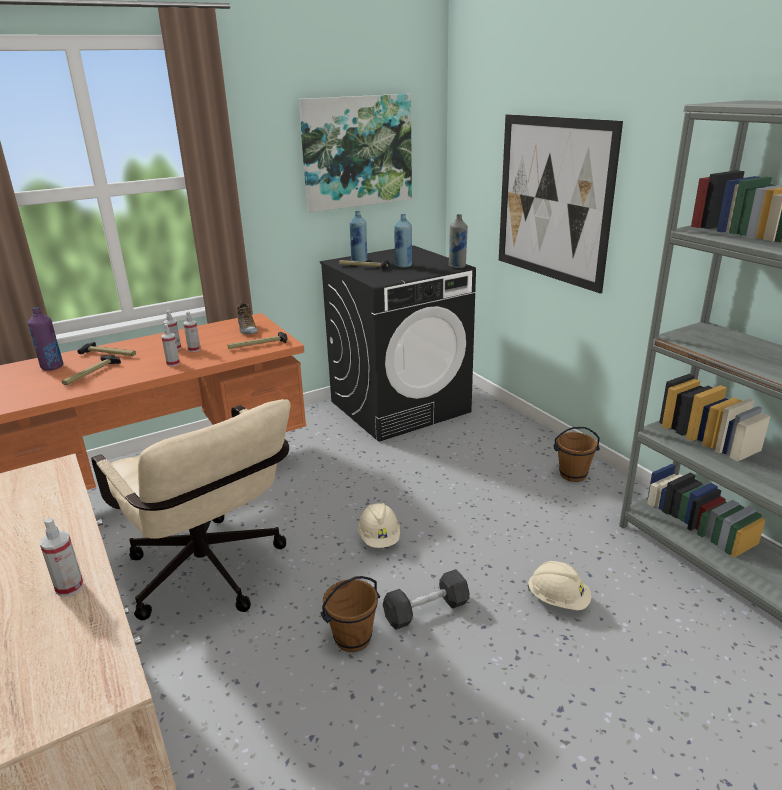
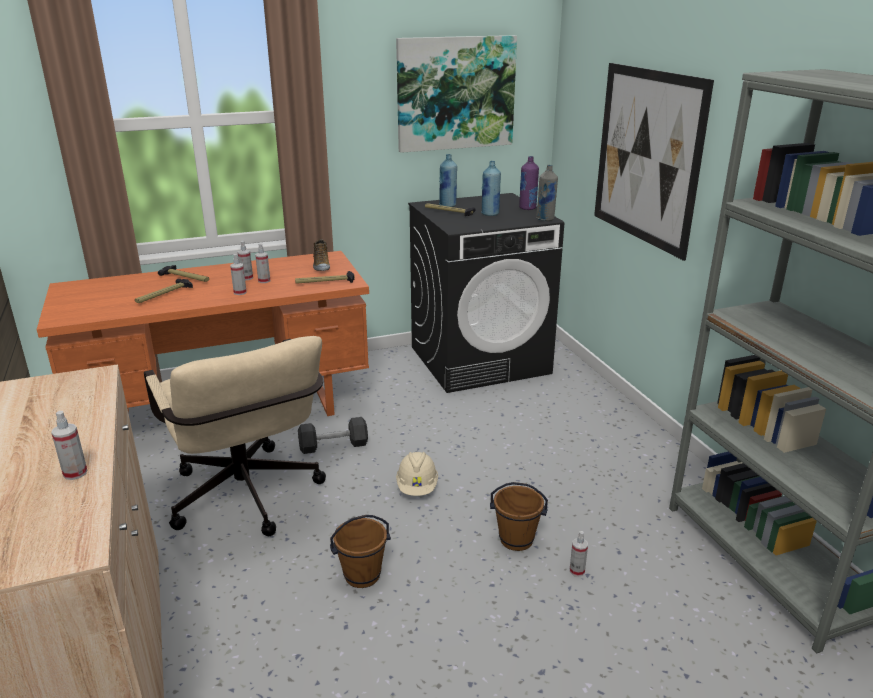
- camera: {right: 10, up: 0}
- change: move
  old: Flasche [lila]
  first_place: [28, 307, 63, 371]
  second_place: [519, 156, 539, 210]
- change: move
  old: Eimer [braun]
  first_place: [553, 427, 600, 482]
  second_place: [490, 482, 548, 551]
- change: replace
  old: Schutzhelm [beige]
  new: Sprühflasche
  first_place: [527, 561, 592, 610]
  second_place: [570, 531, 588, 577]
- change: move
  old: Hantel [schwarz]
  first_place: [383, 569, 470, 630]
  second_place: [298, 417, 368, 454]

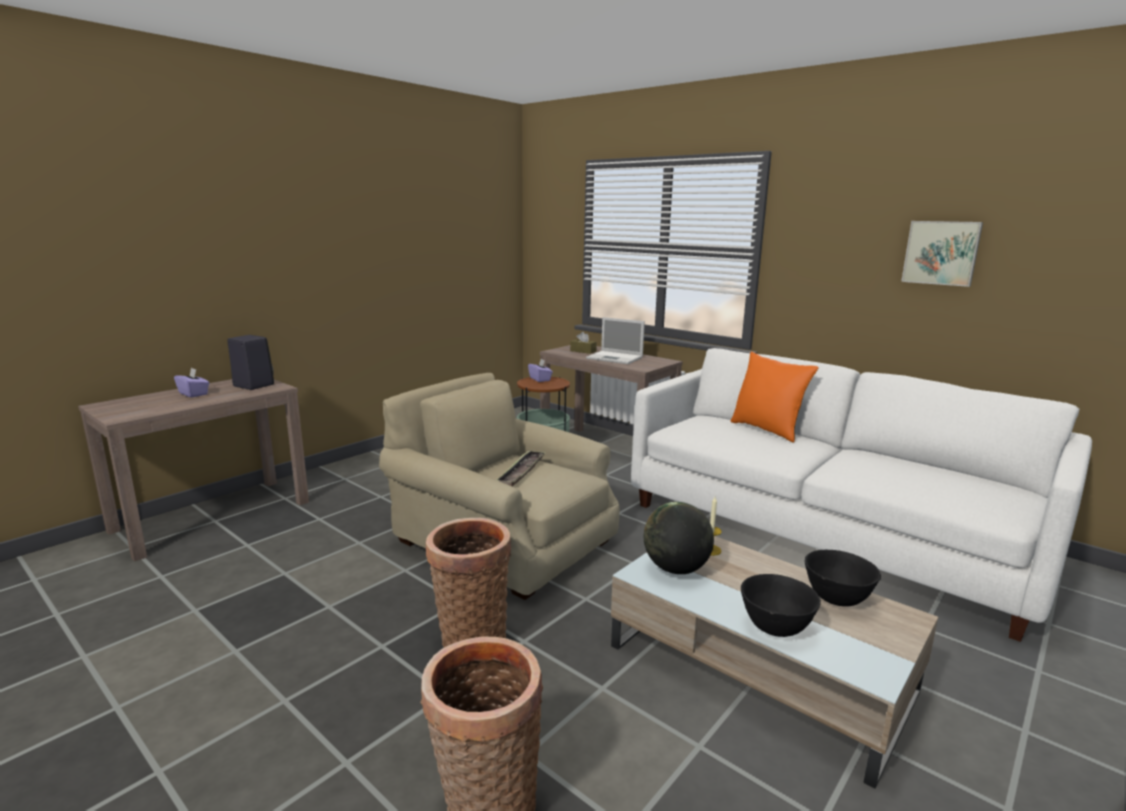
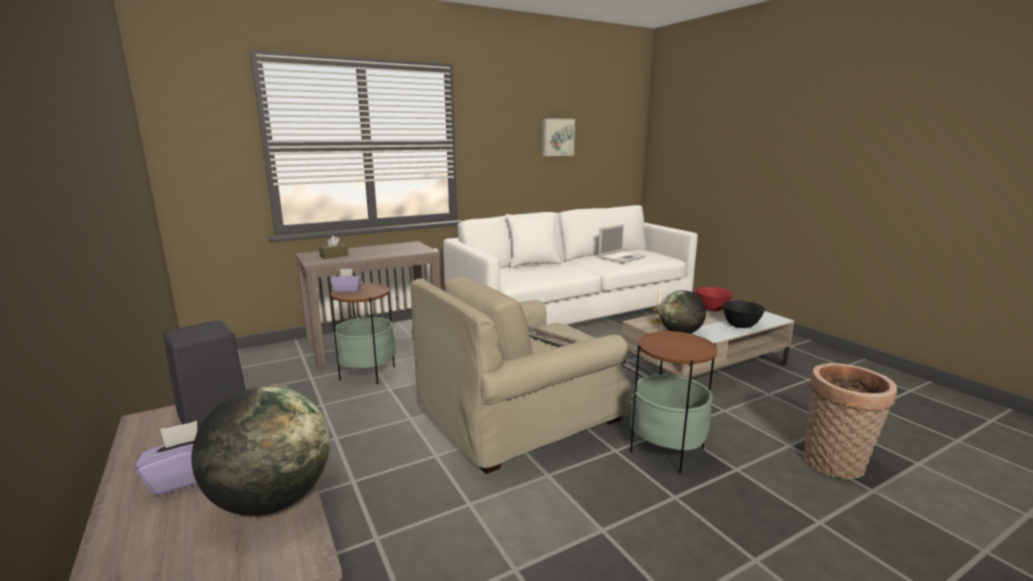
- camera: {right: -70, up: 0}
- change: move
  old: Laptop
  first_place: [586, 317, 645, 364]
  second_place: [598, 224, 645, 263]
- change: recolor
  old: Kissen [orange]
  new: Kissen [weiß]
  first_place: [730, 351, 818, 443]
  second_place: [506, 213, 562, 268]
- change: replace
  old: Korb
  new: Beistelltisch
  first_place: [426, 518, 511, 647]
  second_place: [630, 330, 718, 474]
- change: recolor
  old: Schüssel [schwarz]
  new: Schüssel [rot]
  first_place: [804, 550, 881, 607]
  second_place: [695, 287, 733, 311]
- change: insert
  new: Globus
  second_place: [191, 386, 330, 516]

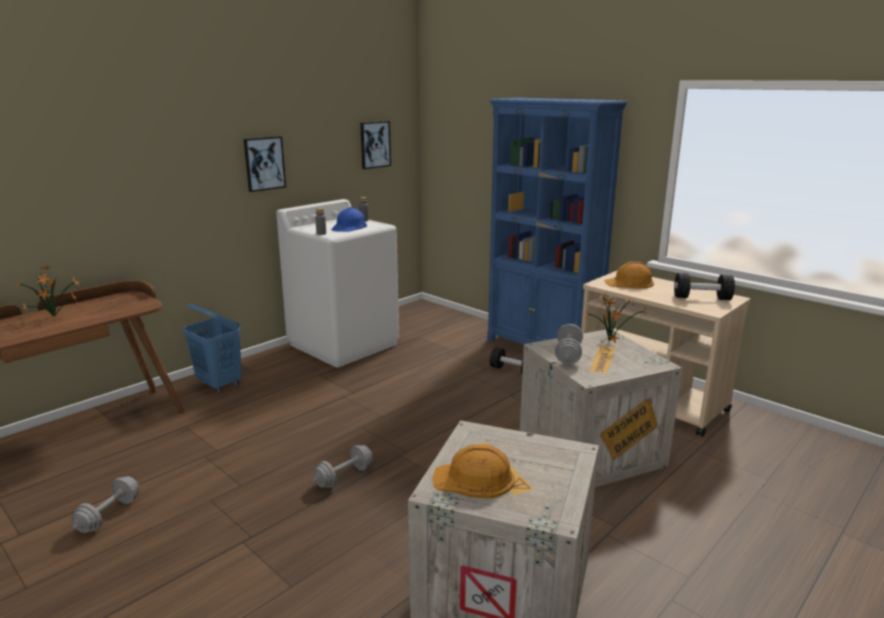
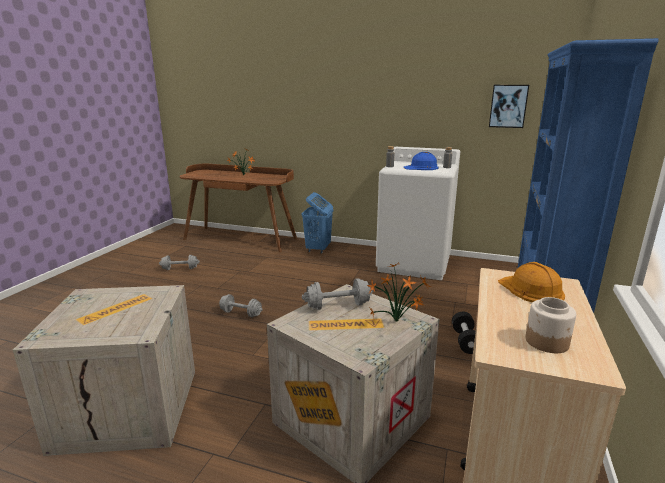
- camera: {right: 65, up: 0}
- change: delete
  old: Bild
  first_place: [244, 136, 286, 192]
- change: replace
  old: Hantel [schwarz]
  new: Vorratsglas
  first_place: [674, 273, 735, 300]
  second_place: [526, 297, 576, 353]
- change: delete
  old: Schutzhelm [orange]
  first_place: [432, 444, 515, 499]

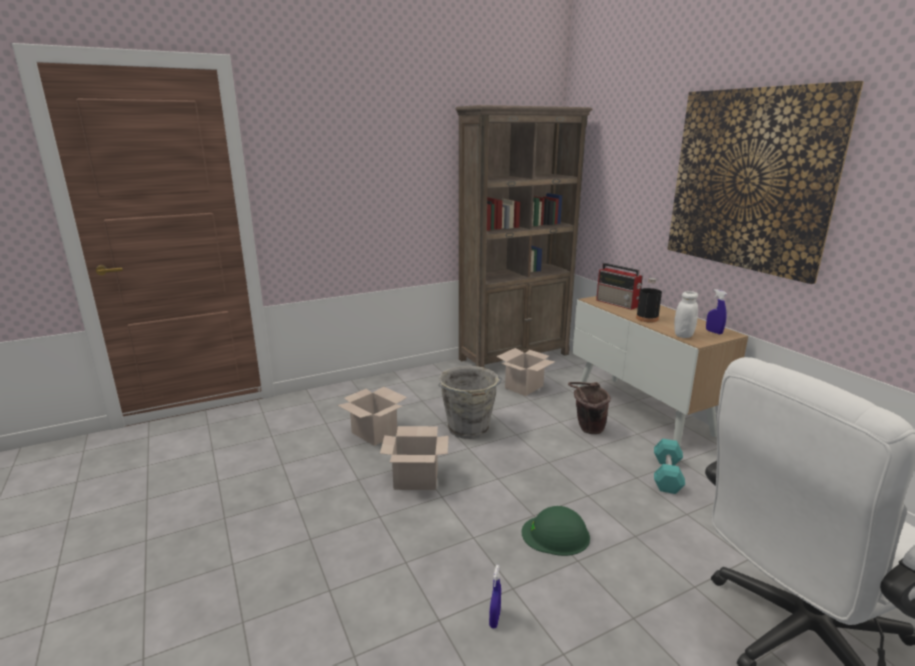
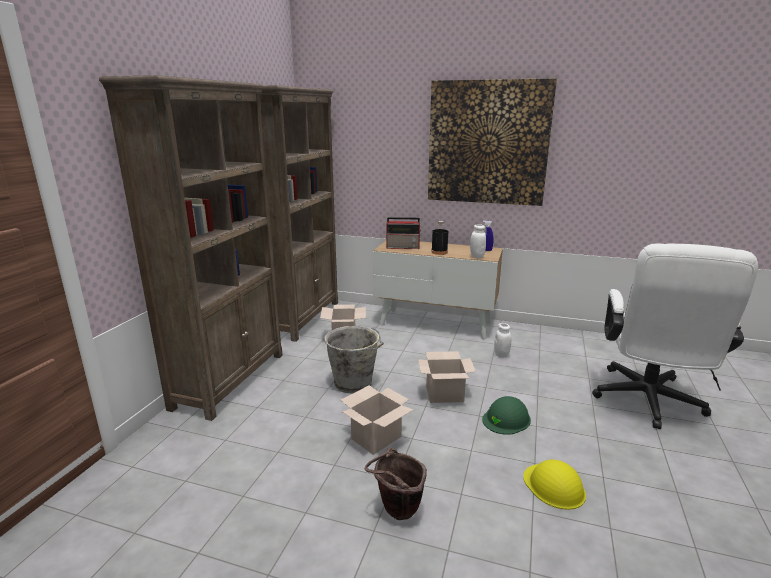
- camera: {right: -45, up: 0}
- change: move
  old: Eimer [braun]
  first_place: [568, 382, 611, 434]
  second_place: [364, 447, 427, 520]
- change: move
  old: Karton
  first_place: [337, 387, 407, 446]
  second_place: [418, 351, 476, 403]
- change: replace
  old: Hantel [türkis]
  new: Vorratsglas [weiß]
  first_place: [654, 439, 685, 494]
  second_place: [494, 323, 511, 358]
- change: replace
  old: Sprühflasche [blau]
  new: Schutzhelm [gelb]
  first_place: [489, 565, 501, 628]
  second_place: [523, 460, 586, 510]
- change: insert
  new: Bücherregal [braun]
  second_place: [99, 75, 283, 421]

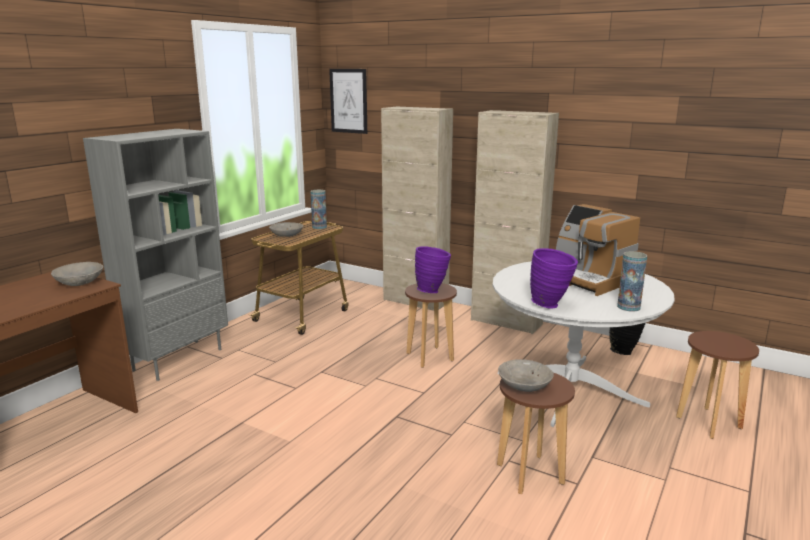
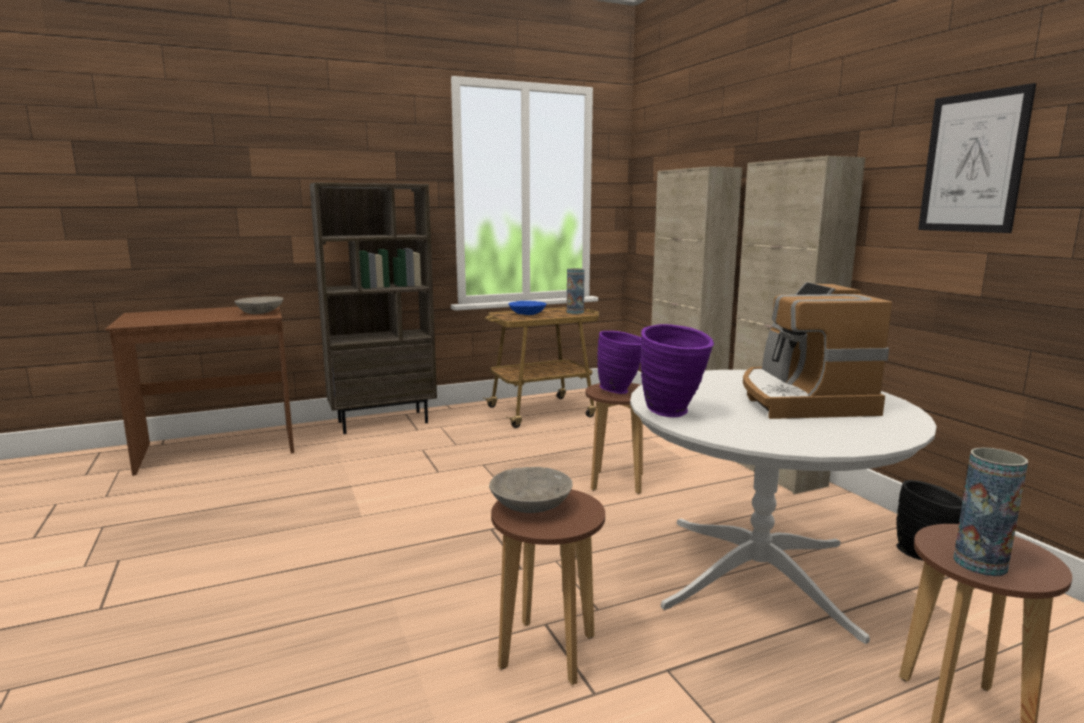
- camera: {right: 35, up: -5}
- change: move
  old: Bild
  first_place: [329, 69, 367, 134]
  second_place: [918, 83, 1036, 233]
- change: recolor
  old: Bücherregal [grau]
  new: Bücherregal [braun]
  first_place: [83, 129, 228, 381]
  second_place: [310, 183, 437, 434]
- change: recolor
  old: Schüssel [grau]
  new: Schüssel [blau]
  first_place: [269, 222, 303, 237]
  second_place: [508, 301, 546, 315]
- change: move
  old: Vase
  first_place: [617, 251, 647, 312]
  second_place: [953, 447, 1028, 577]

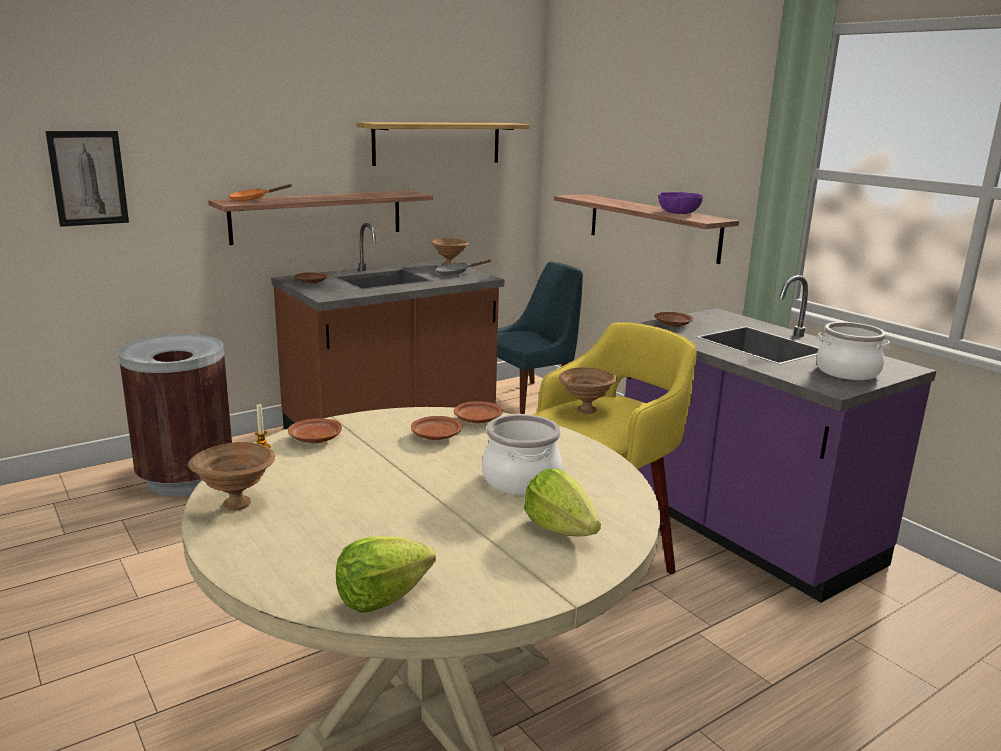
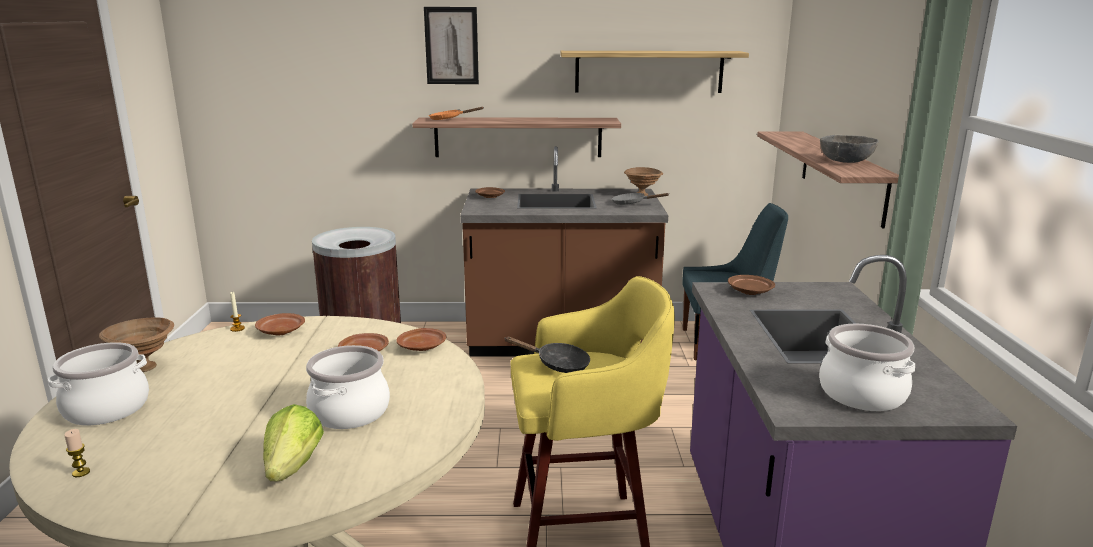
- camera: {right: 35, up: 0}
- change: move
  old: Bild
  first_place: [45, 131, 129, 227]
  second_place: [424, 7, 479, 84]
- change: recolor
  old: Schüssel [lila]
  new: Schüssel [grau]
  first_place: [658, 192, 703, 214]
  second_place: [820, 135, 879, 163]
- change: replace
  old: Schüssel [braun]
  new: Pfanne [schwarz]
  first_place: [559, 367, 617, 414]
  second_place: [504, 337, 590, 373]
- change: replace
  old: Salatkopf
  new: Kerze
  first_place: [336, 536, 436, 613]
  second_place: [64, 429, 90, 477]
- change: insert
  new: Kochtopf
  second_place: [48, 342, 149, 425]

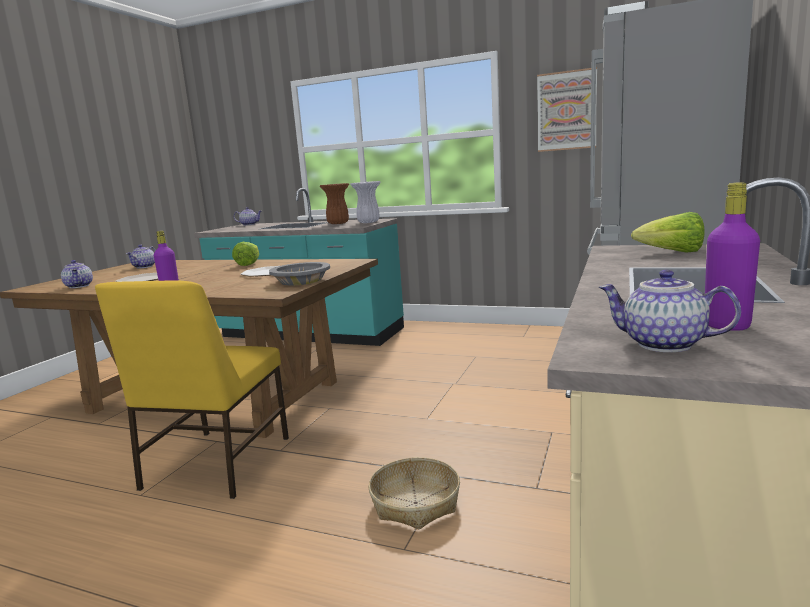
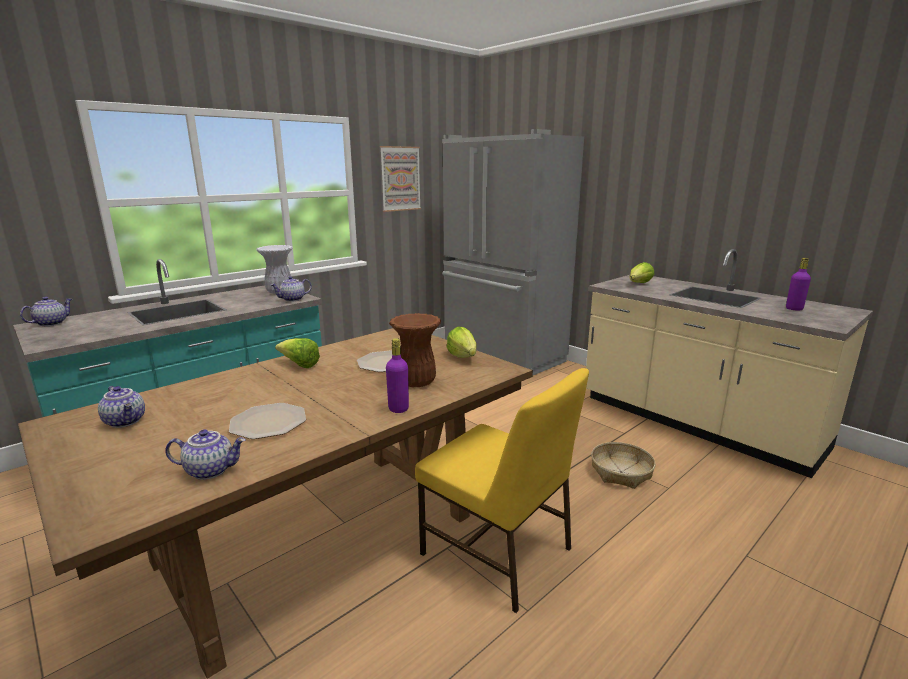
- camera: {right: -65, up: 5}
- change: move
  old: Vase [braun]
  first_place: [320, 183, 349, 224]
  second_place: [389, 313, 441, 387]
- change: replace
  old: Schüssel [grau]
  new: Salatkopf
  first_place: [269, 262, 330, 285]
  second_place: [446, 327, 477, 358]
- change: move
  old: Teekanne
  first_place: [599, 270, 741, 352]
  second_place: [271, 276, 312, 302]

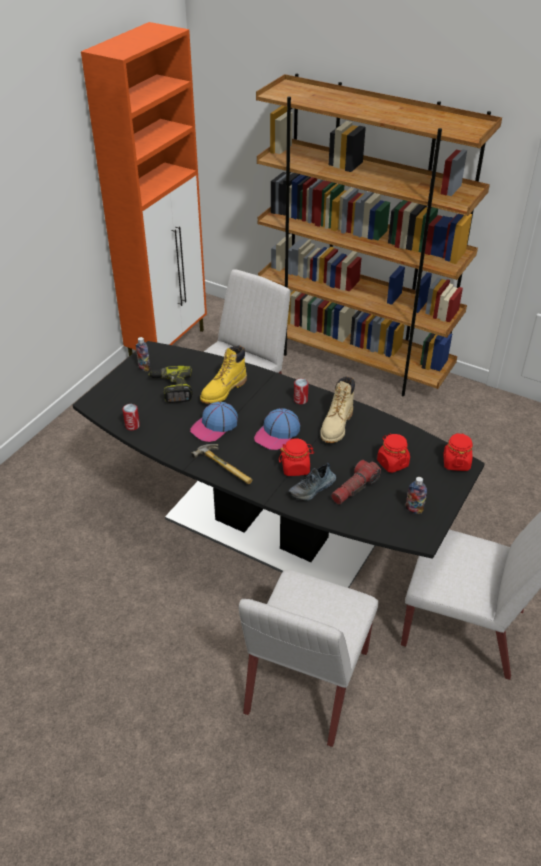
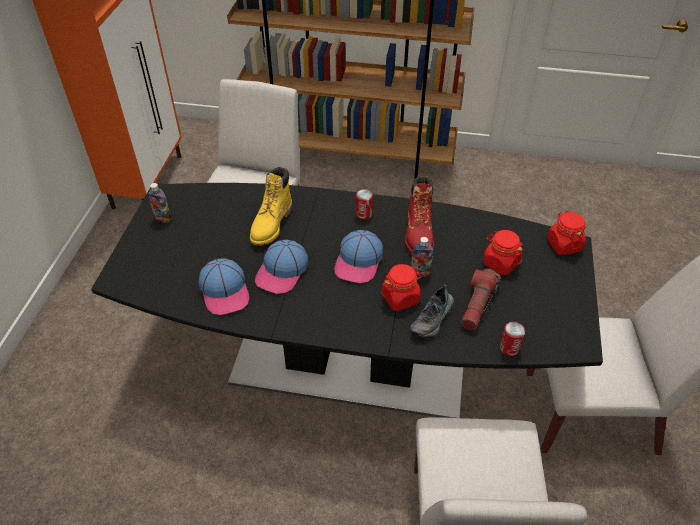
- camera: {right: -20, up: 5}
- change: delete
  old: Bohrmaschine
  first_place: [148, 366, 193, 403]
- change: recolor
  old: Stiefel [beige]
  new: Stiefel [rot]
  first_place: [320, 376, 355, 443]
  second_place: [405, 176, 434, 255]
- change: move
  old: Dose
  first_place: [122, 404, 140, 430]
  second_place: [499, 322, 525, 356]
- change: delete
  old: Hammer
  first_place: [191, 444, 253, 484]
- change: move
  old: Flasche
  first_place: [405, 477, 427, 514]
  second_place: [411, 237, 434, 277]
- change: insert
  new: Kappe
  second_place: [199, 258, 249, 315]

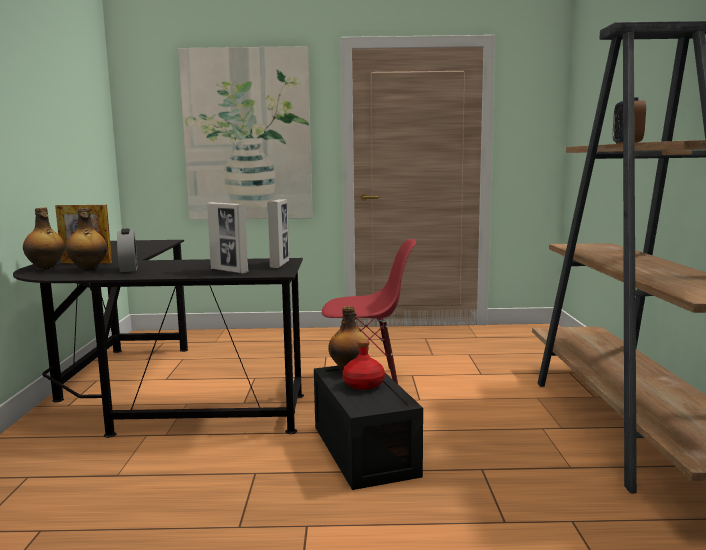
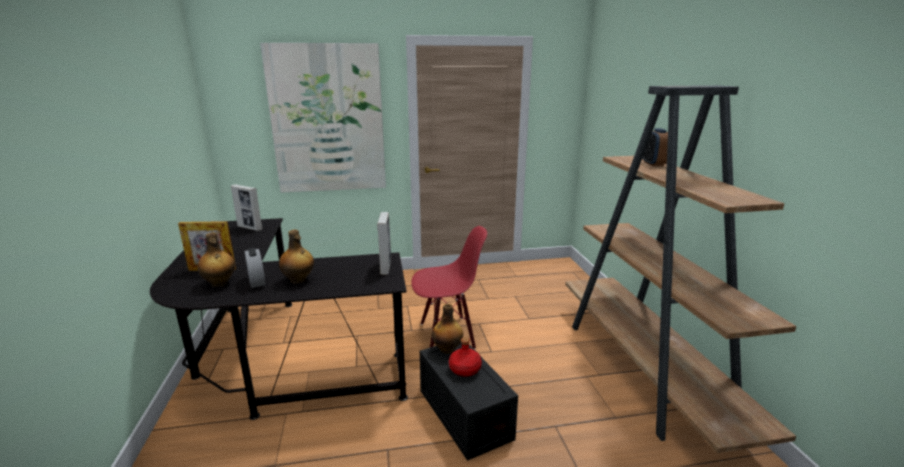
- camera: {right: -10, up: 10}
- change: move
  old: Bilderrahmen
  first_place: [207, 202, 248, 273]
  second_place: [231, 184, 263, 231]
- change: move
  old: Flasche
  first_place: [23, 207, 65, 270]
  second_place: [279, 229, 314, 284]

